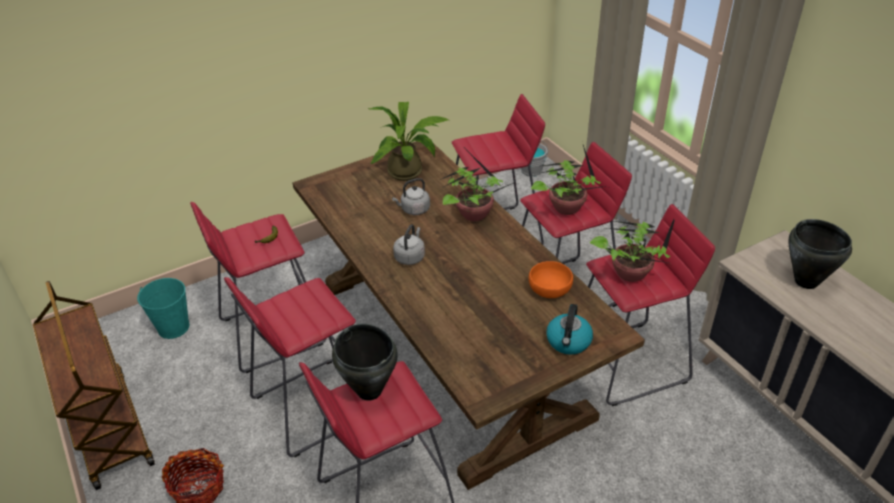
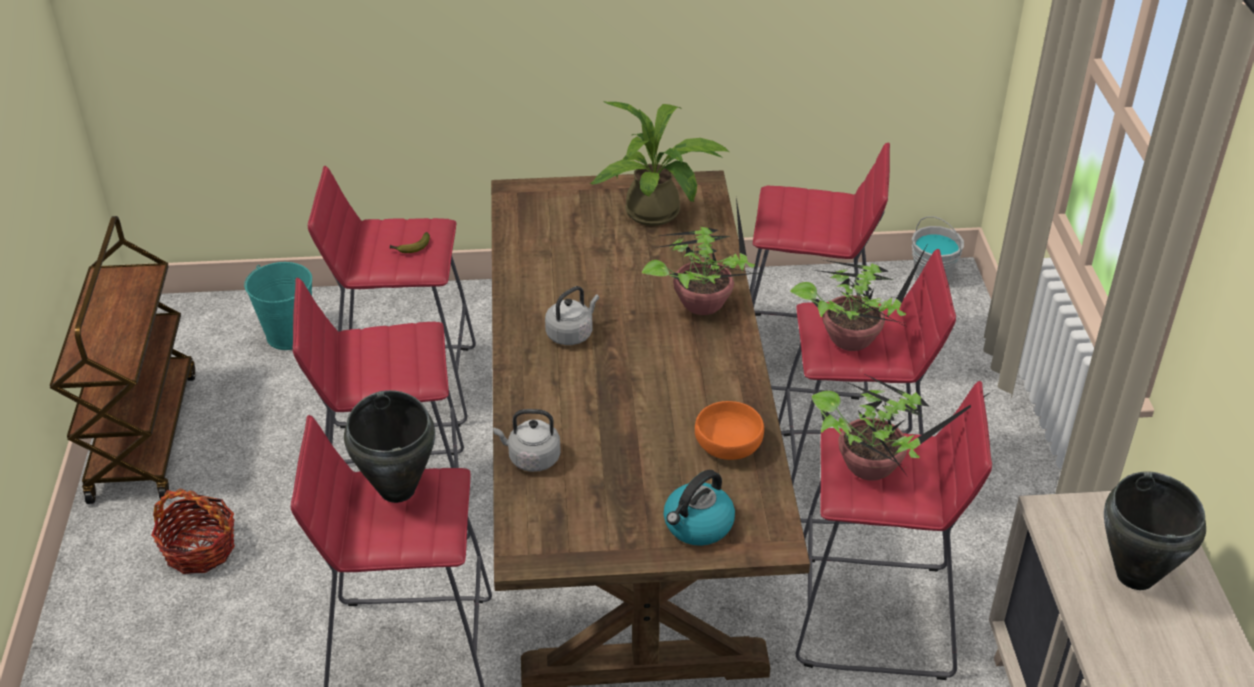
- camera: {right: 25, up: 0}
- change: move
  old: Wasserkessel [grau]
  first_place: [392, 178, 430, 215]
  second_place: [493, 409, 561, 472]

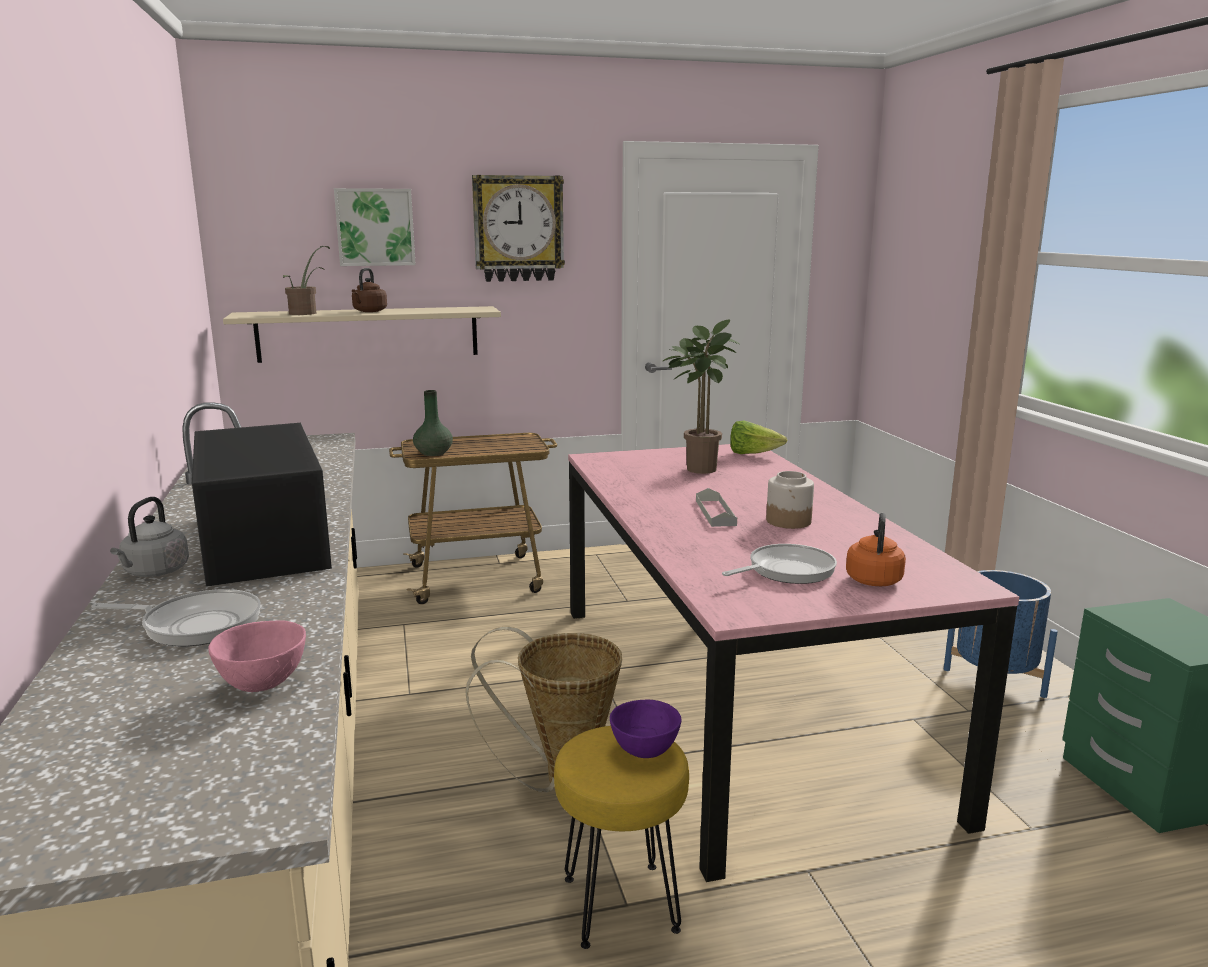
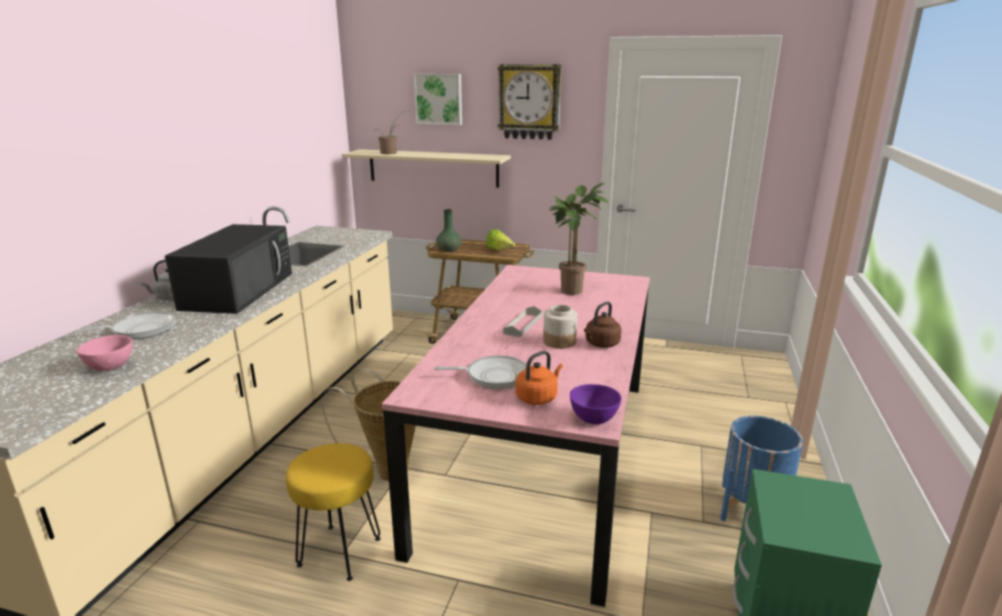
- camera: {right: 30, up: 5}
- change: move
  old: Wasserkessel [braun]
  first_place: [352, 268, 387, 312]
  second_place: [584, 302, 622, 348]
- change: move
  old: Salatkopf
  first_place: [730, 420, 787, 454]
  second_place: [486, 229, 515, 250]
- change: rotate
  old: Pfanne
  first_place: [91, 589, 261, 646]
  second_place: [73, 311, 175, 339]
  degrees: -60
- change: move
  old: Schüssel [lila]
  first_place: [610, 699, 681, 758]
  second_place: [570, 384, 621, 424]

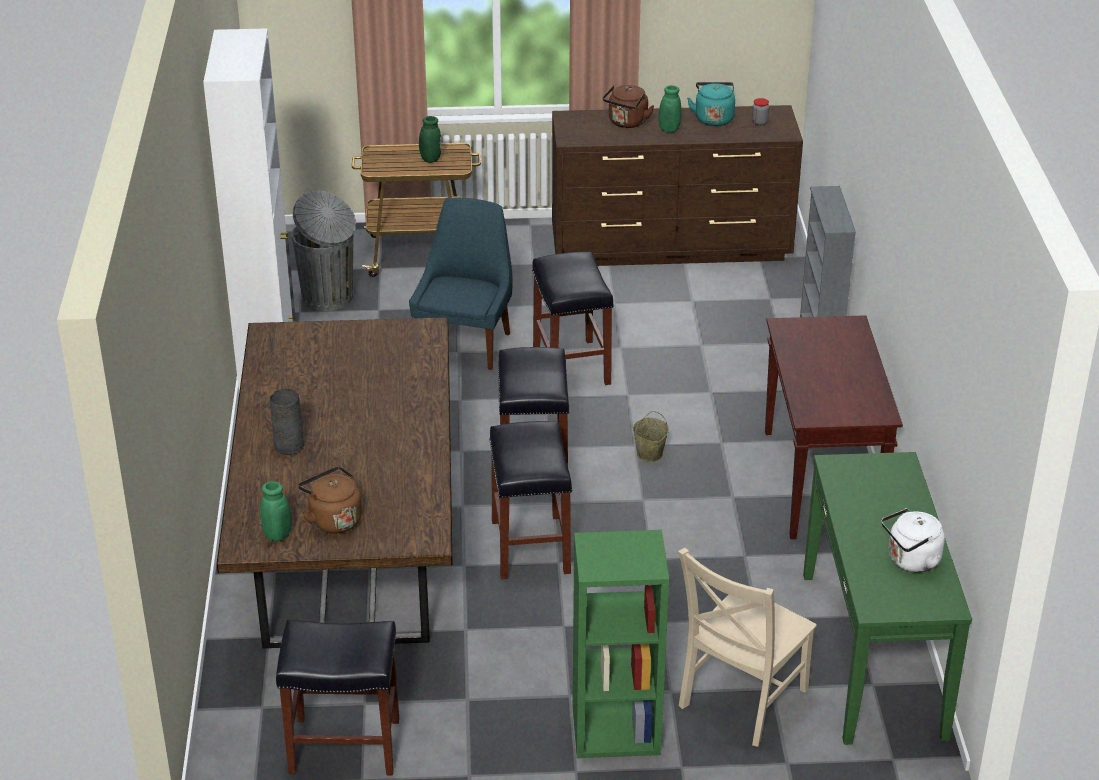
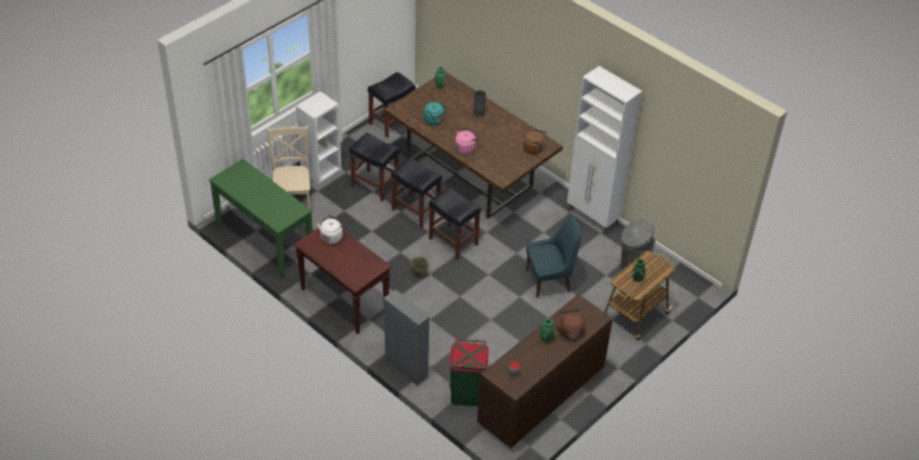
- camera: {right: 135, up: 10}
- change: move
  old: Wasserkessel [türkis]
  first_place: [687, 82, 735, 126]
  second_place: [424, 102, 448, 125]
- change: rotate
  old: Stuhl [blau]
  first_place: [409, 198, 512, 370]
  second_place: [526, 216, 582, 298]
  degrees: -75
- change: move
  old: Hocker [schwarz]
  first_place: [532, 252, 614, 385]
  second_place: [349, 133, 400, 201]
- change: move
  old: Wasserkessel [braun]
  first_place: [298, 466, 362, 534]
  second_place: [523, 129, 547, 154]
- change: move
  old: Wasserkessel [weiß]
  first_place: [881, 508, 945, 572]
  second_place: [317, 215, 346, 244]
- change: recolor
  old: Bücherregal [grün]
  new: Bücherregal [weiß]
  first_place: [573, 530, 669, 758]
  second_place: [296, 91, 342, 184]
- change: insert
  new: Wasserkessel [rosa]
  second_place: [455, 128, 480, 154]
- change: insert
  new: Mülleimer [grün]
  second_place: [449, 338, 489, 406]

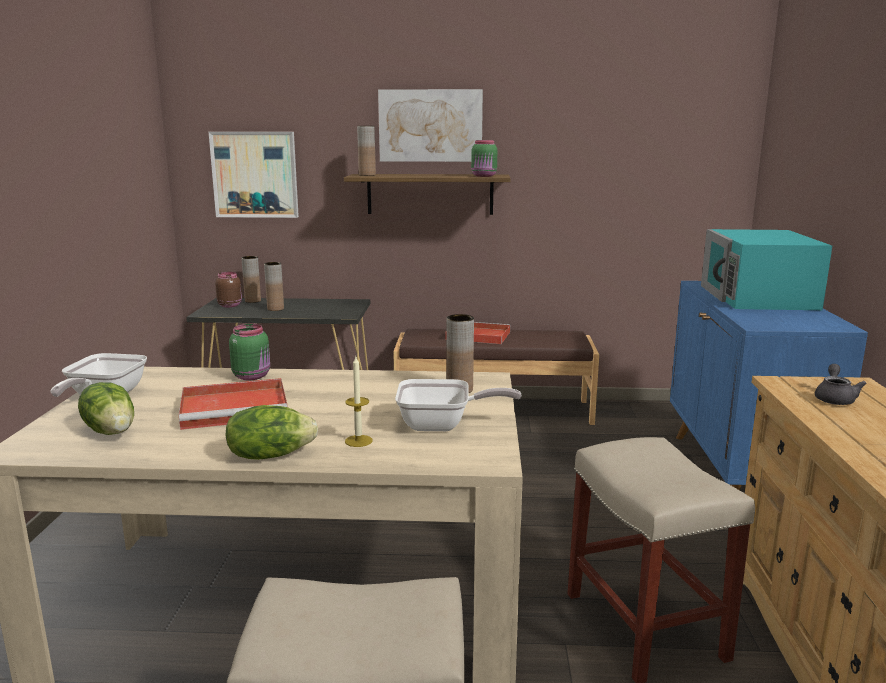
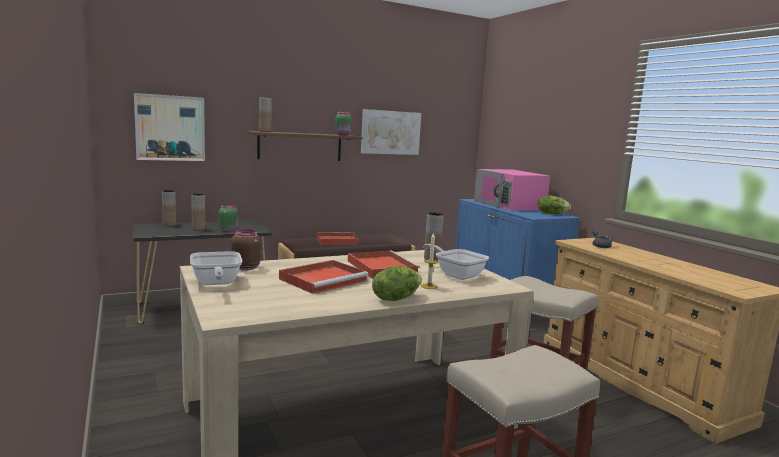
- camera: {right: -30, up: -5}
- change: move
  old: Bild
  first_place: [378, 89, 483, 162]
  second_place: [361, 109, 421, 155]
- change: recolor
  old: Mikrowelle [türkis]
  new: Mikrowelle [rosa]
  first_place: [701, 229, 832, 310]
  second_place: [474, 169, 551, 211]
- change: move
  old: Vorratsglas [braun]
  first_place: [215, 272, 242, 307]
  second_place: [231, 229, 261, 271]
- change: move
  old: Vorratsglas [grün]
  first_place: [229, 324, 270, 380]
  second_place: [218, 204, 238, 231]
- change: rotate
  old: Pfanne
  first_place: [395, 379, 522, 431]
  second_place: [423, 244, 489, 280]
  degrees: -105
- change: move
  old: Salatkopf
  first_place: [78, 382, 134, 435]
  second_place: [538, 195, 571, 214]
- change: insert
  new: Tablett [rot]
  second_place: [348, 250, 420, 279]

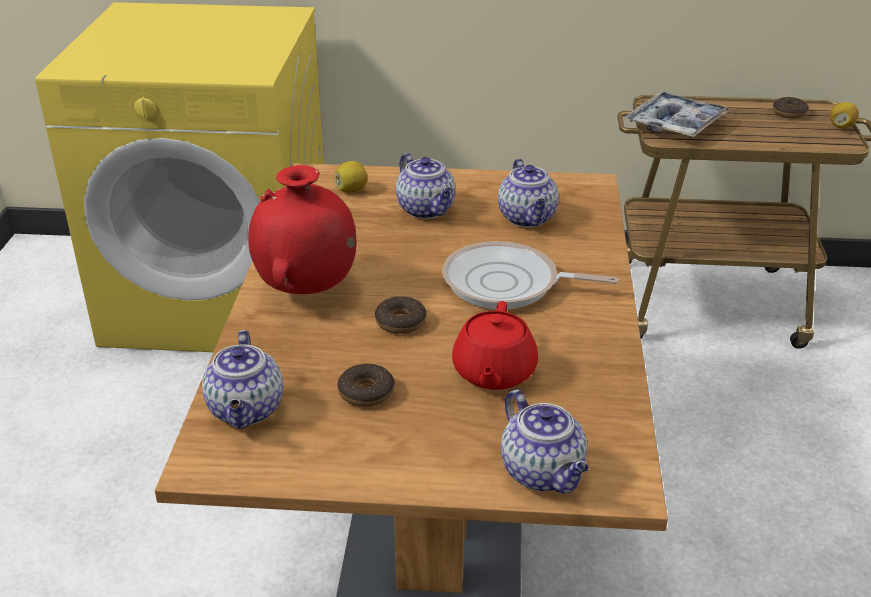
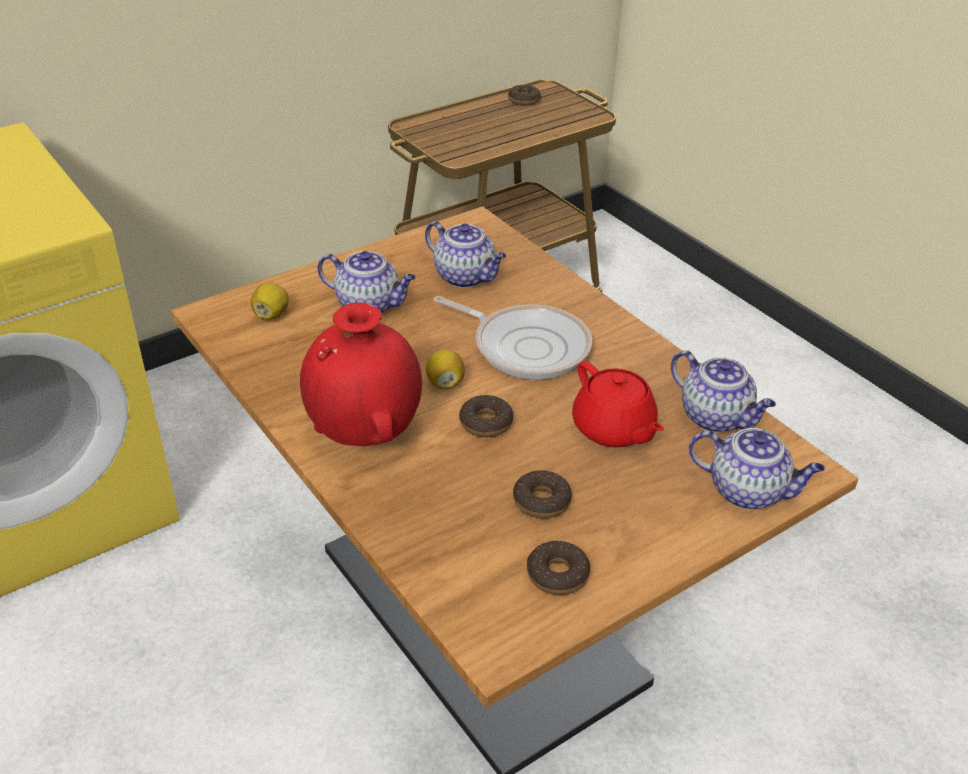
- camera: {right: -40, up: 5}
- change: delete
  old: Tablett
  first_place: [625, 92, 730, 138]
- change: move
  old: Zitrone
  first_place: [830, 102, 859, 128]
  second_place: [426, 350, 465, 390]
- change: rotate
  old: Pfanne
  first_place: [442, 241, 619, 309]
  second_place: [433, 296, 592, 379]
  degrees: -120
- change: move
  old: Teekanne
  first_place: [202, 330, 283, 429]
  second_place: [671, 350, 776, 432]
- change: insert
  new: Donut
  second_place: [527, 541, 590, 595]

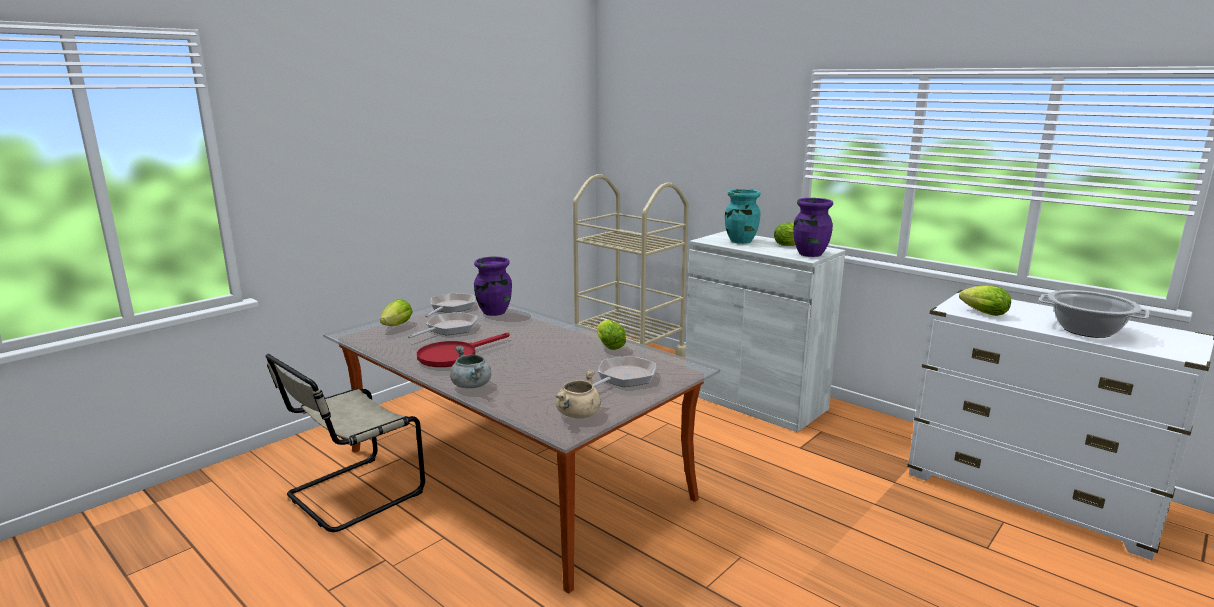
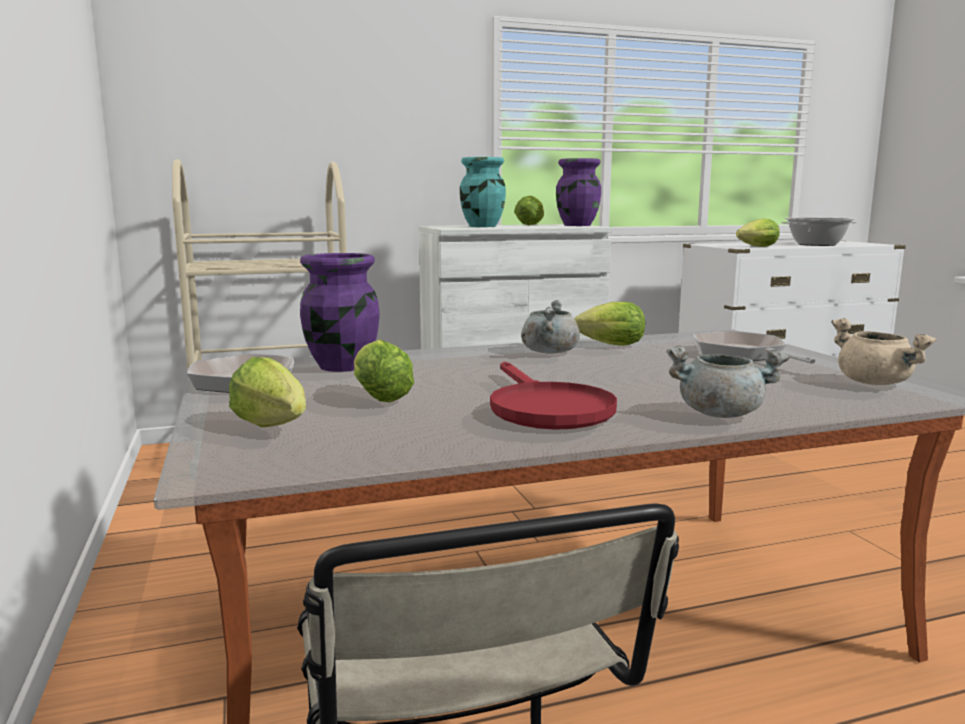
- camera: {right: -60, up: -5}
- change: replace
  old: Pfanne
  new: Salatkopf
  first_place: [408, 312, 478, 338]
  second_place: [354, 339, 414, 402]
- change: insert
  new: Kochtopf [grau]
  second_place: [521, 300, 580, 354]

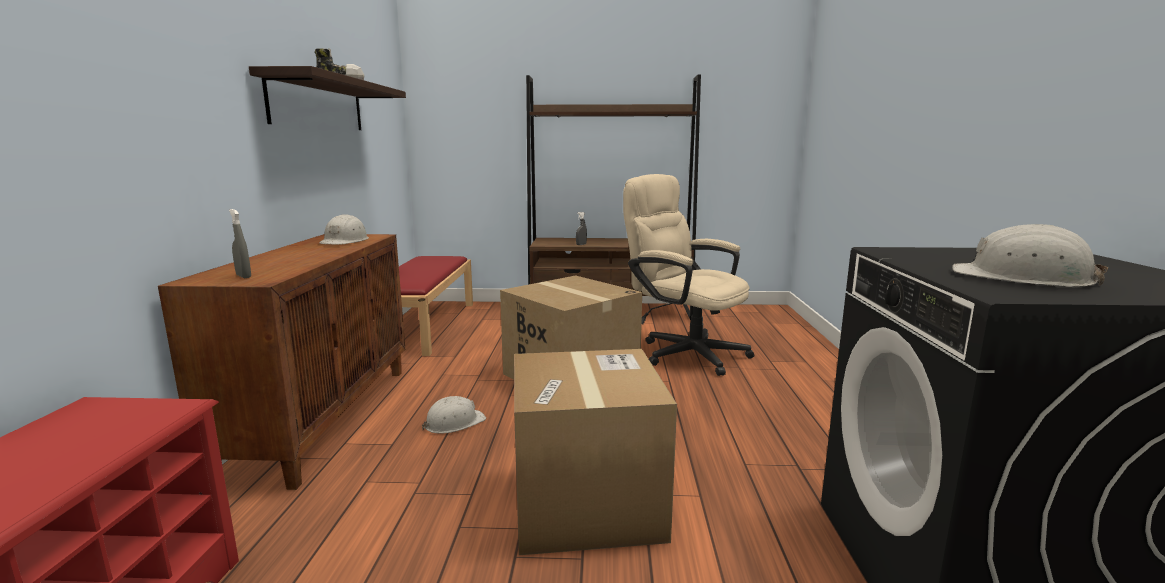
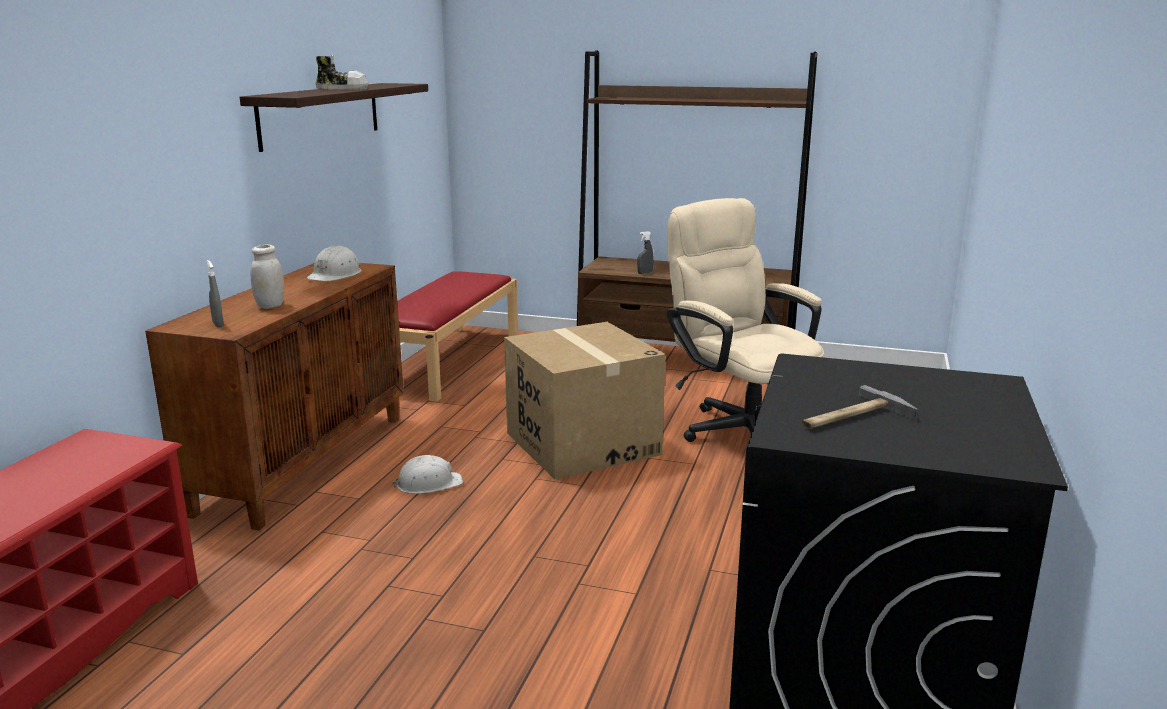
- camera: {right: 15, up: 5}
- change: replace
  old: Schutzhelm [weiß]
  new: Hammer
  first_place: [952, 224, 1108, 287]
  second_place: [802, 385, 918, 429]
- change: delete
  old: Karton
  first_place: [514, 349, 677, 555]
- change: insert
  new: Vorratsglas [weiß]
  second_place: [250, 244, 284, 309]

